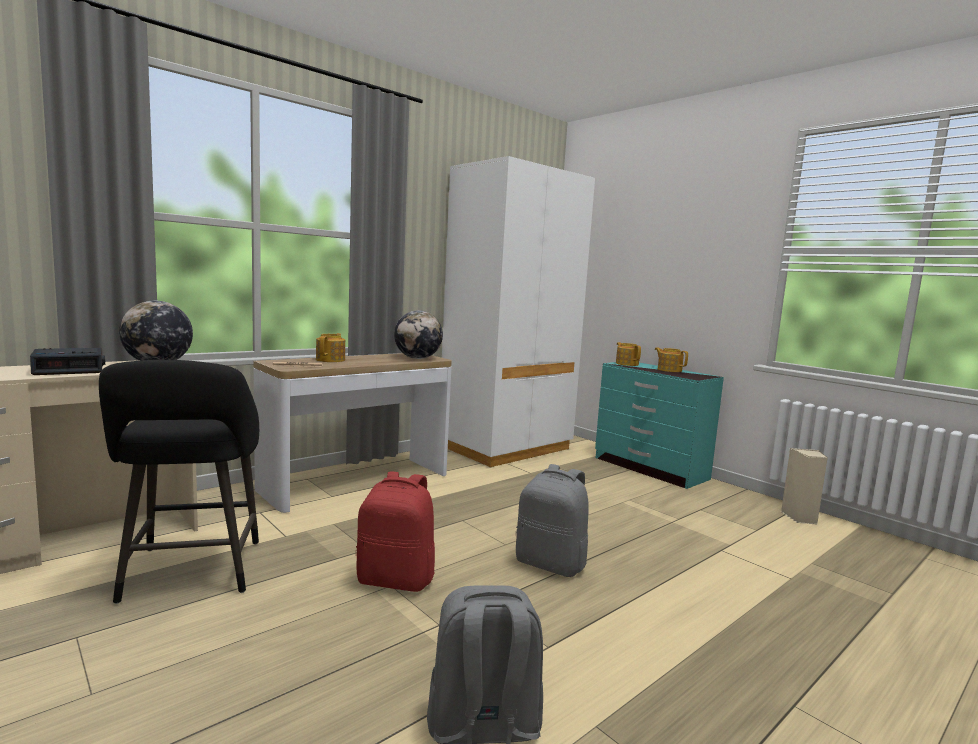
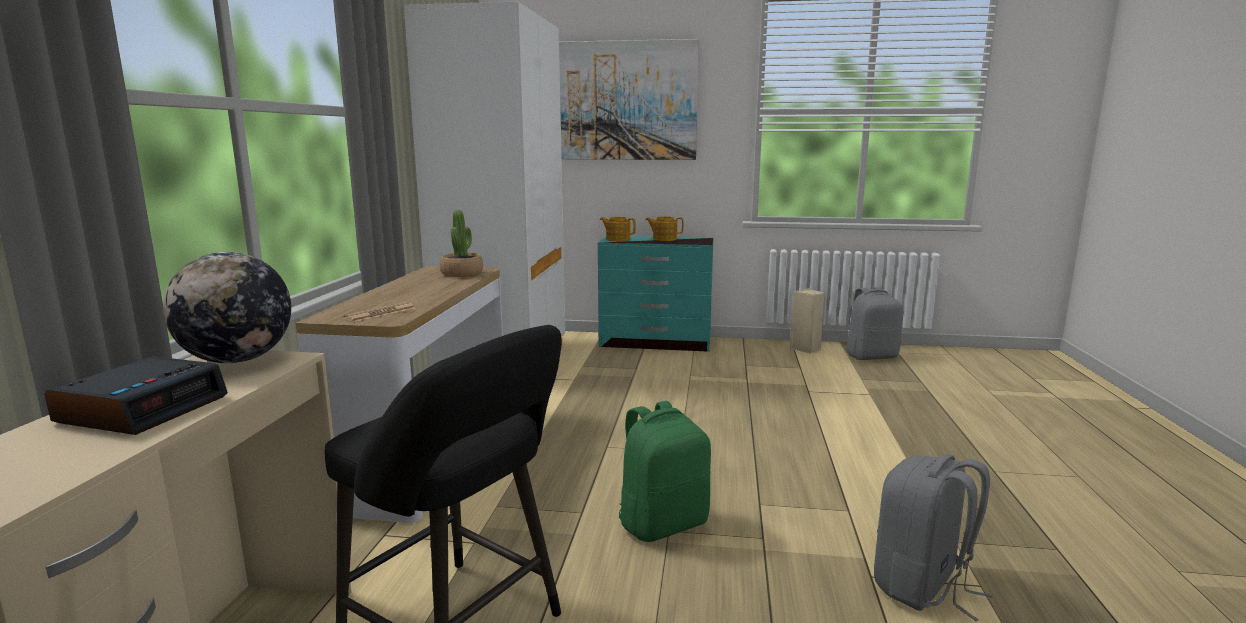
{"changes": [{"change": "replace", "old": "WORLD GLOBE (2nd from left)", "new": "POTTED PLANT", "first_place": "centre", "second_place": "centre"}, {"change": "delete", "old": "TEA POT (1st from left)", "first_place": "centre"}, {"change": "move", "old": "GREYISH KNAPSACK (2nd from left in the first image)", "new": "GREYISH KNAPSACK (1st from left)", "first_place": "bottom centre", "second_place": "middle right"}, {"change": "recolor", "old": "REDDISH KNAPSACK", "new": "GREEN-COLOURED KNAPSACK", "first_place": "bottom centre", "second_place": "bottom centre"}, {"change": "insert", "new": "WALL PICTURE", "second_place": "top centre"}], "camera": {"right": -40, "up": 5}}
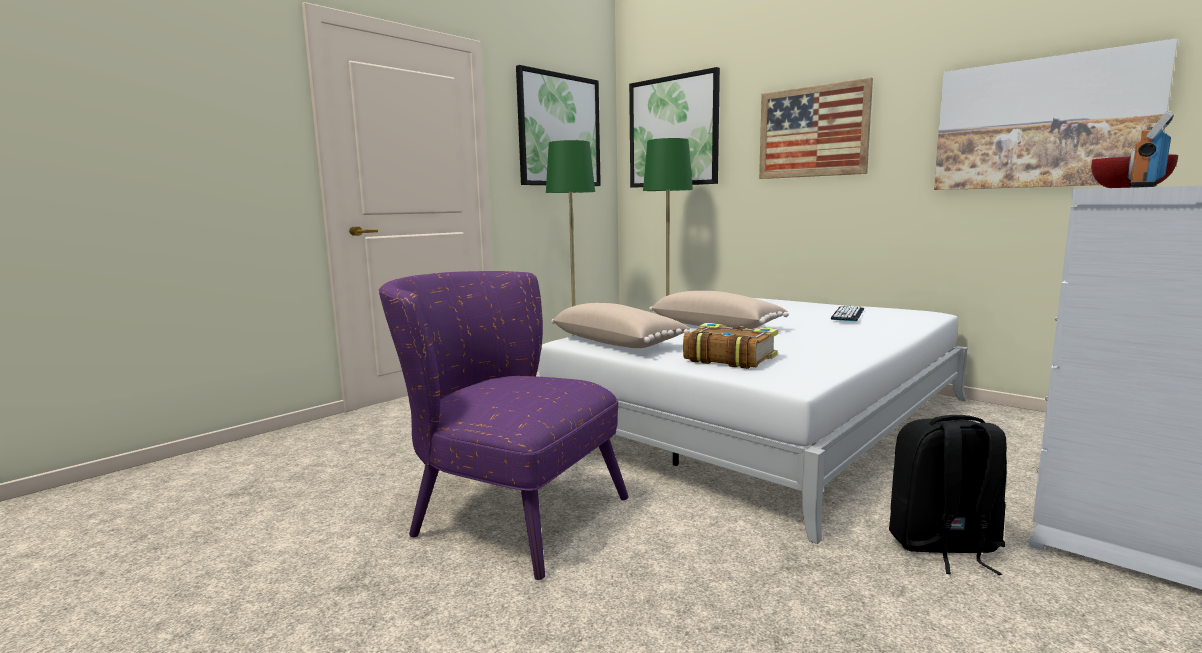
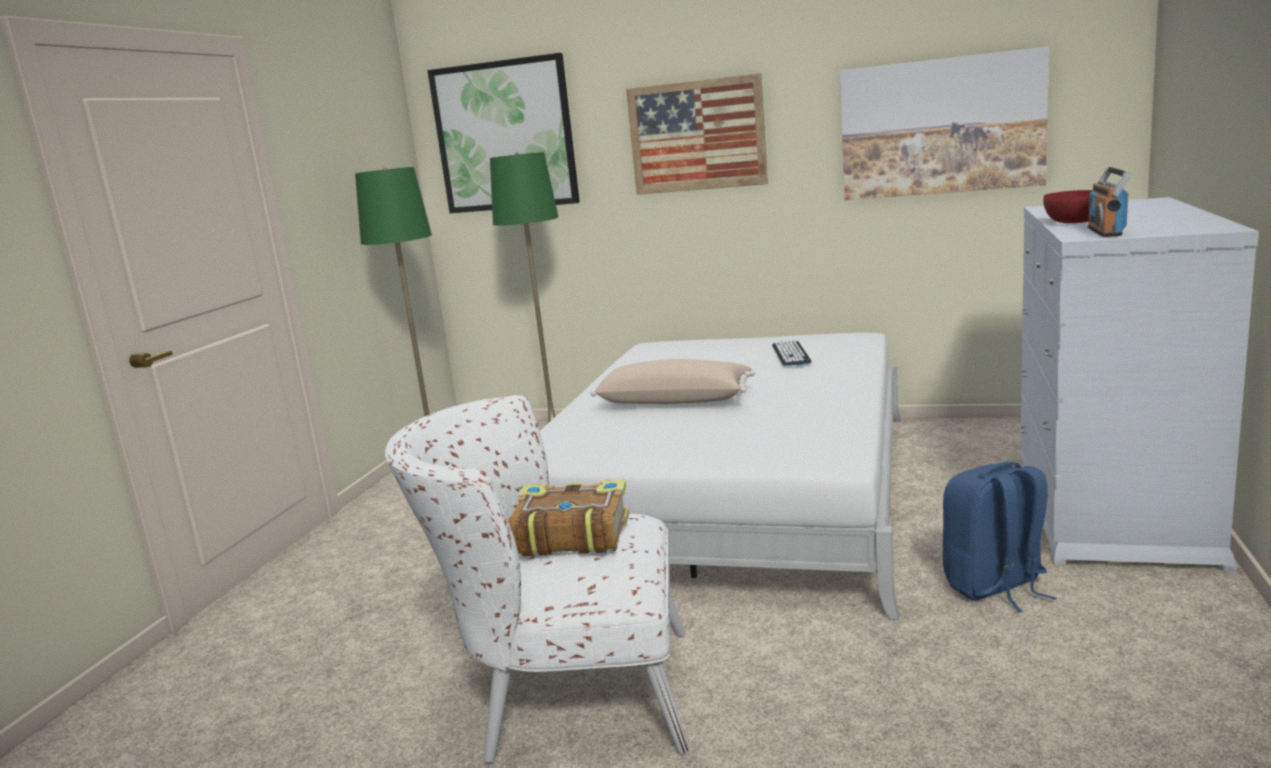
{"changes": [{"change": "delete", "old": "WALL PICTURE (1st from left)", "first_place": "top centre"}, {"change": "recolor", "old": "PURPLISH LOUNGE CHAIR", "new": "WHITE-COLOURED LOUNGE CHAIR", "first_place": "centre", "second_place": "bottom centre"}, {"change": "delete", "old": "BEIGE PILLOW (1st from left)", "first_place": "centre"}, {"change": "move", "old": "BOOK", "first_place": "centre", "second_place": "bottom centre"}, {"change": "recolor", "old": "BLACK KNAPSACK", "new": "BLUE KNAPSACK", "first_place": "bottom right", "second_place": "bottom right"}], "camera": {"right": -25, "up": 5}}
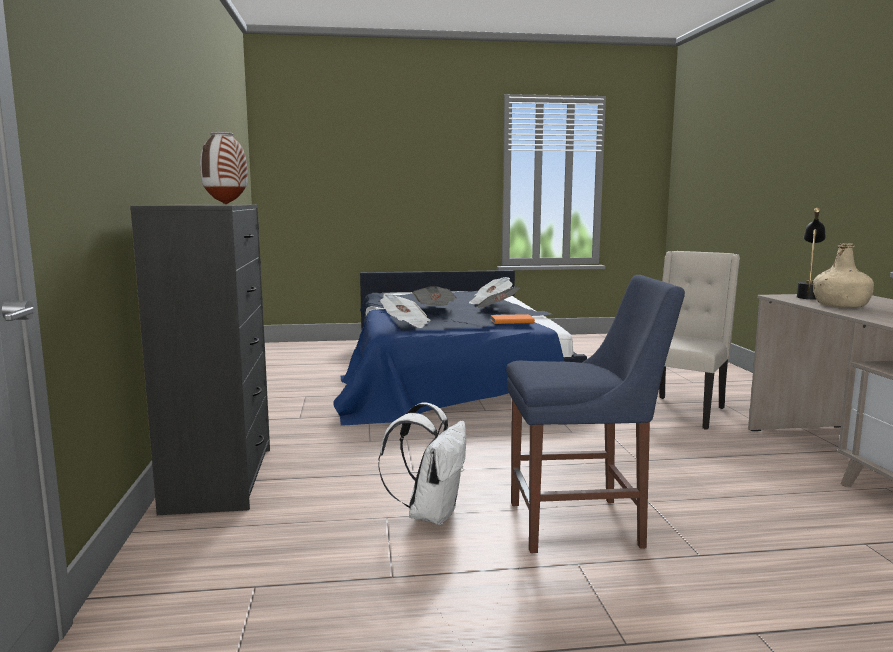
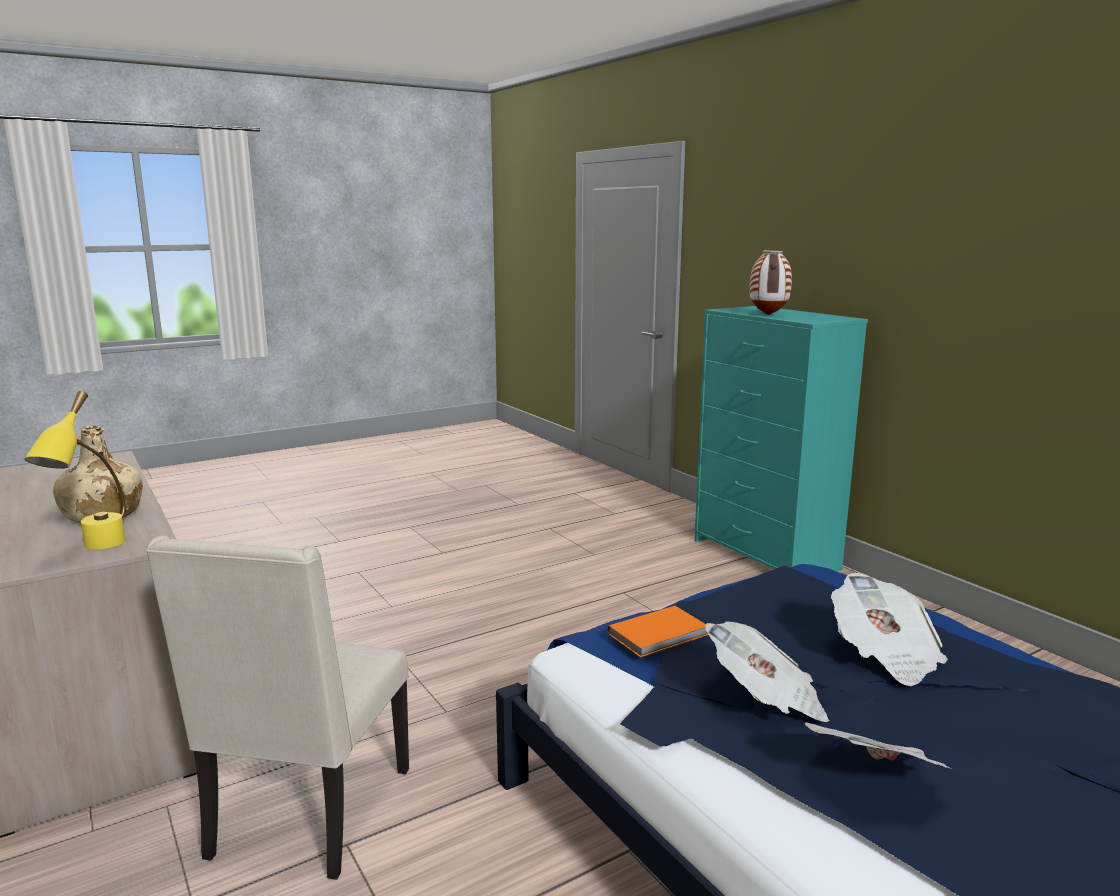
{"changes": [{"change": "recolor", "old": "BLACK DRESSER", "new": "TURQUOISE DRESSER", "first_place": "middle left", "second_place": "middle right"}, {"change": "recolor", "old": "BLACK TABLE LAMP", "new": "YELLOW-COLOURED TABLE LAMP", "first_place": "middle right", "second_place": "middle left"}, {"change": "delete", "old": "BLUE CHAIR", "first_place": "centre"}, {"change": "delete", "old": "PRINTED PAPER (1st from left)", "first_place": "centre"}, {"change": "delete", "old": "WHITE-COLOURED KNAPSACK", "first_place": "bottom centre"}], "camera": {"right": 155, "up": 5}}
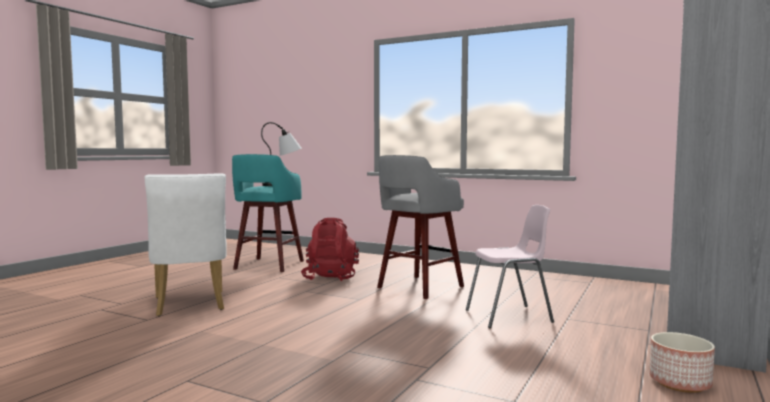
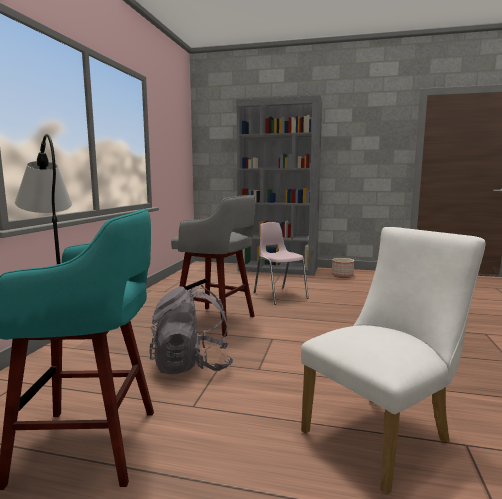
{"changes": [{"change": "recolor", "old": "REDDISH KNAPSACK", "new": "GREYISH KNAPSACK", "first_place": "centre", "second_place": "centre"}], "camera": {"right": -105, "up": 5}}
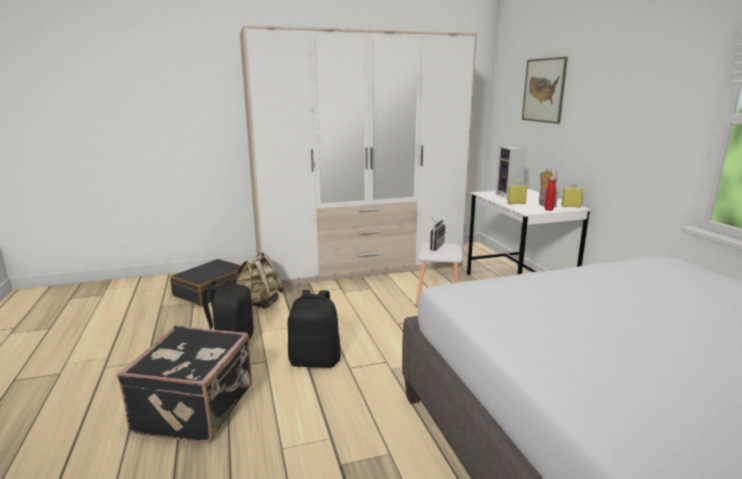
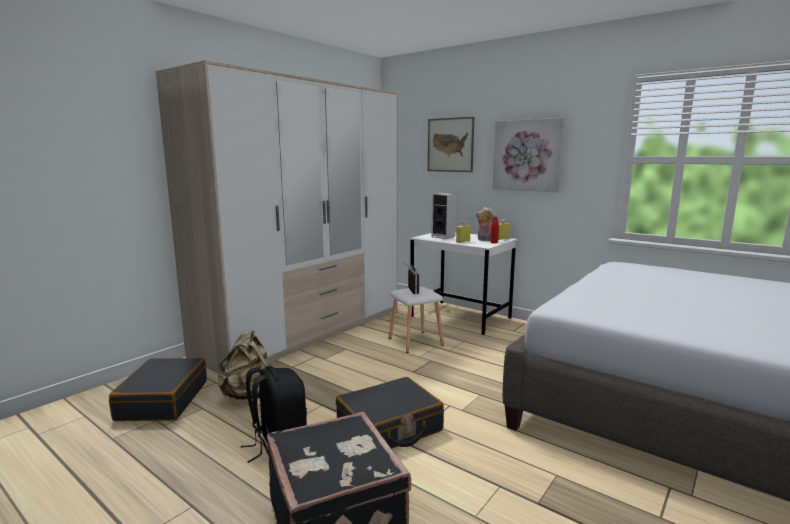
{"changes": [{"change": "replace", "old": "BLACK KNAPSACK (2nd from left)", "new": "BLACK SUITCASE (3rd from left)", "first_place": "bottom centre", "second_place": "bottom centre"}, {"change": "insert", "new": "WALL PICTURE (2nd from left)", "second_place": "top right"}], "camera": {"right": -35, "up": -5}}
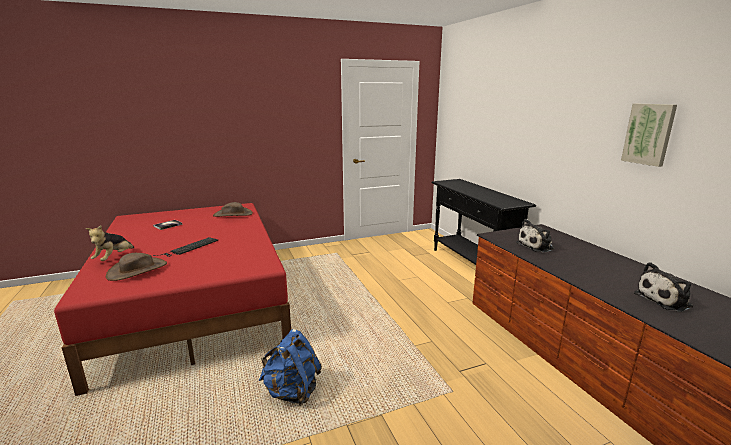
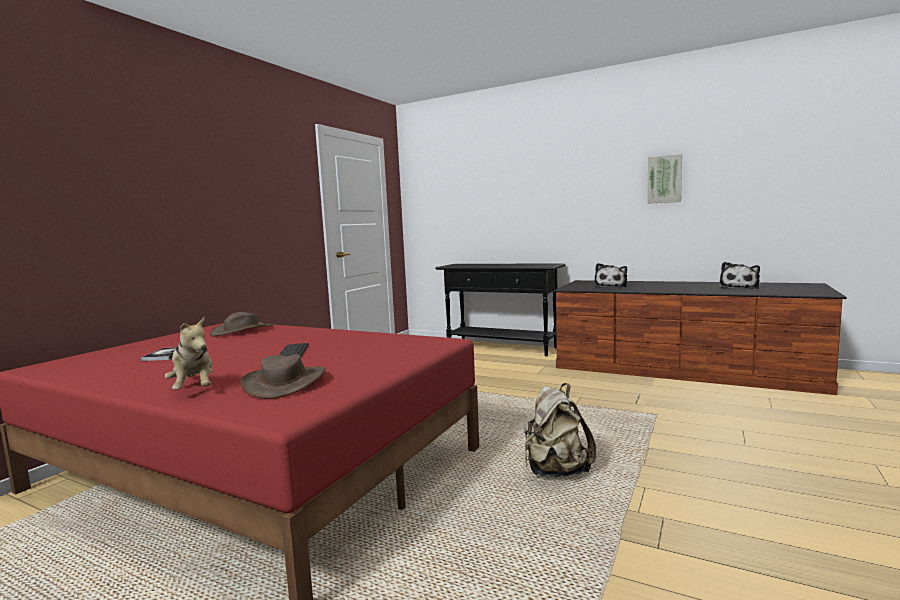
{"changes": [{"change": "recolor", "old": "BLUE KNAPSACK", "new": "BEIGE KNAPSACK", "first_place": "bottom centre", "second_place": "bottom centre"}], "camera": {"right": -40, "up": -10}}
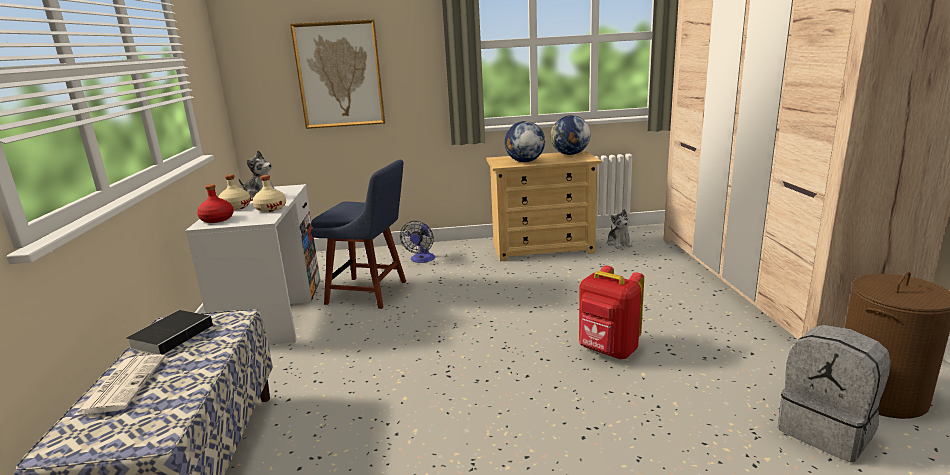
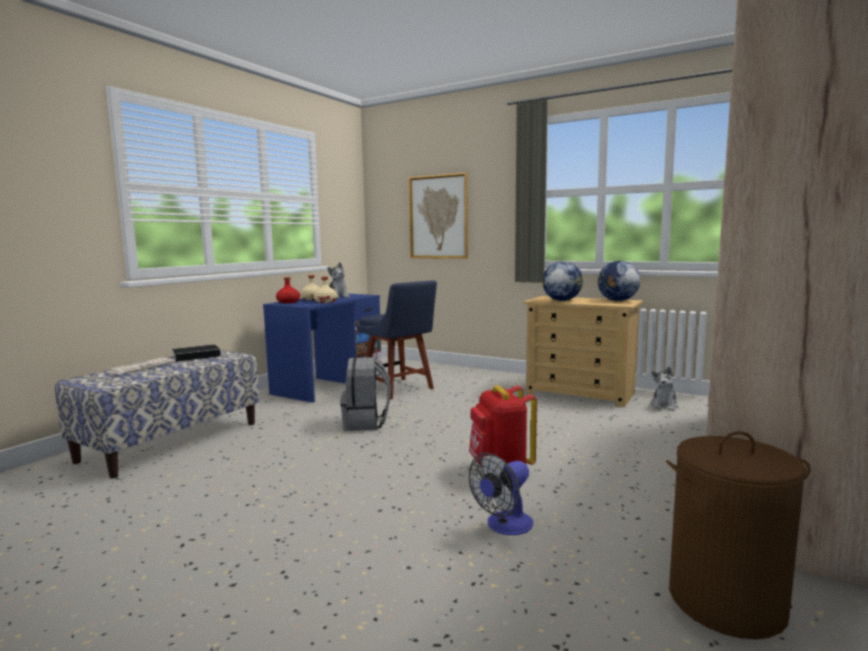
{"changes": [{"change": "recolor", "old": "WHITE-COLOURED DESK", "new": "BLUE DESK", "first_place": "middle left", "second_place": "centre"}, {"change": "move", "old": "ELECTRIC FAN", "first_place": "centre", "second_place": "bottom centre"}, {"change": "move", "old": "GREYISH KNAPSACK", "first_place": "bottom right", "second_place": "centre"}], "camera": {"right": 35, "up": -10}}
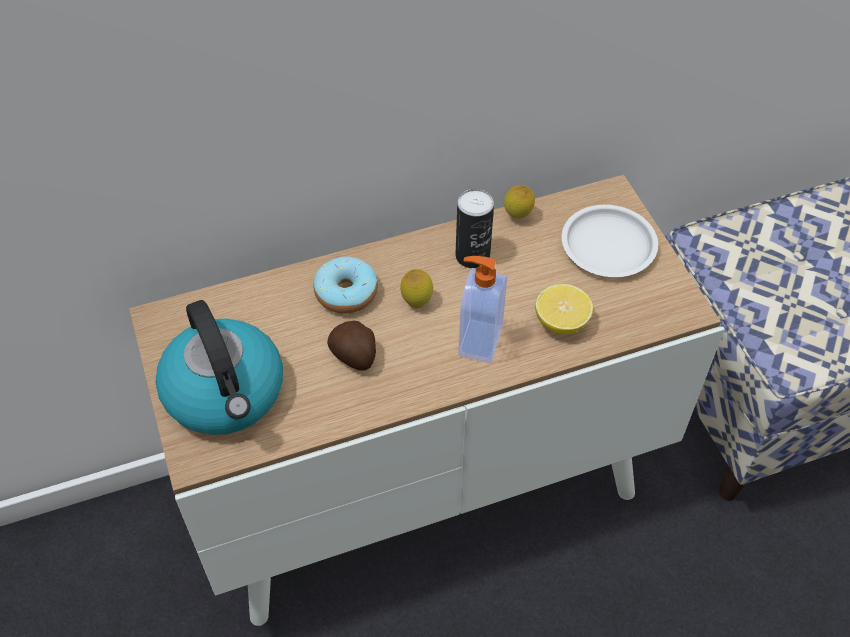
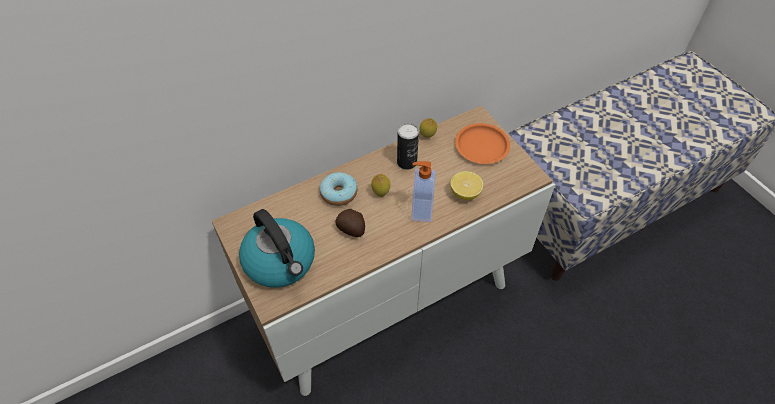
{"changes": [{"change": "recolor", "old": "WHITE-COLOURED FLAT DISH", "new": "ORANGE-COLOURED FLAT DISH", "first_place": "middle right", "second_place": "centre"}], "camera": {"right": -10, "up": 0}}
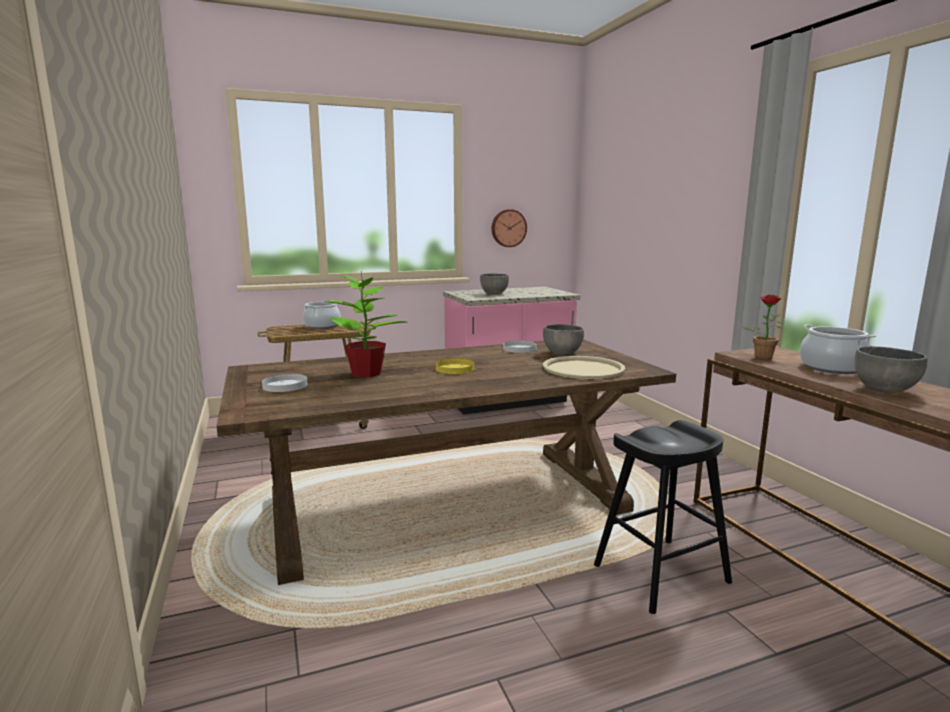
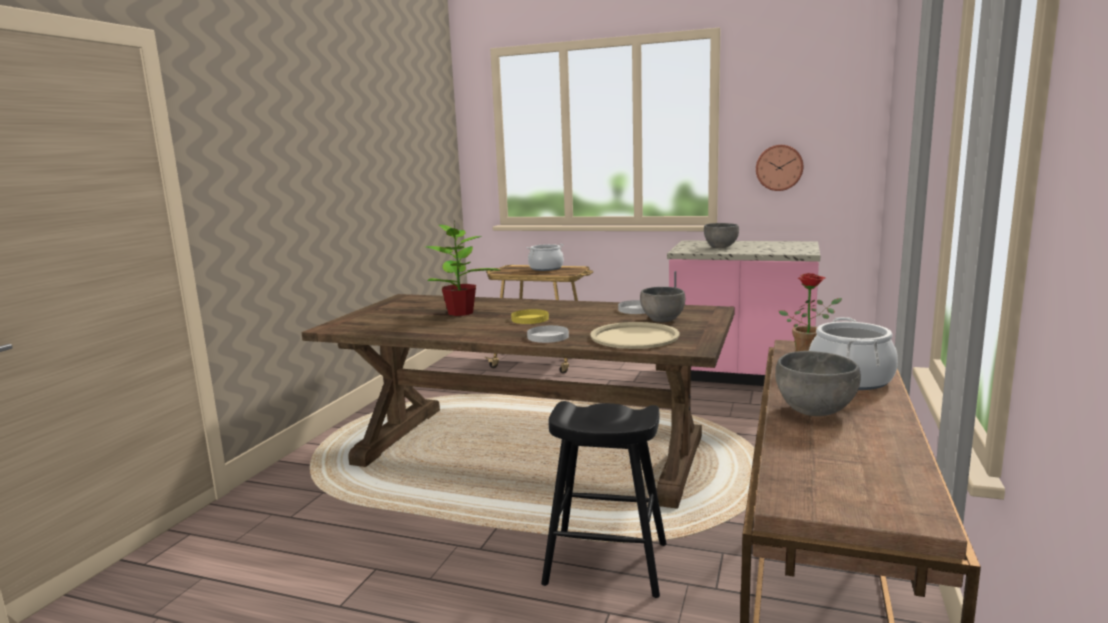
{"changes": [{"change": "move", "old": "WHITE-COLOURED FLAT DISH (1st from left)", "first_place": "middle left", "second_place": "centre"}], "camera": {"right": 40, "up": 0}}
